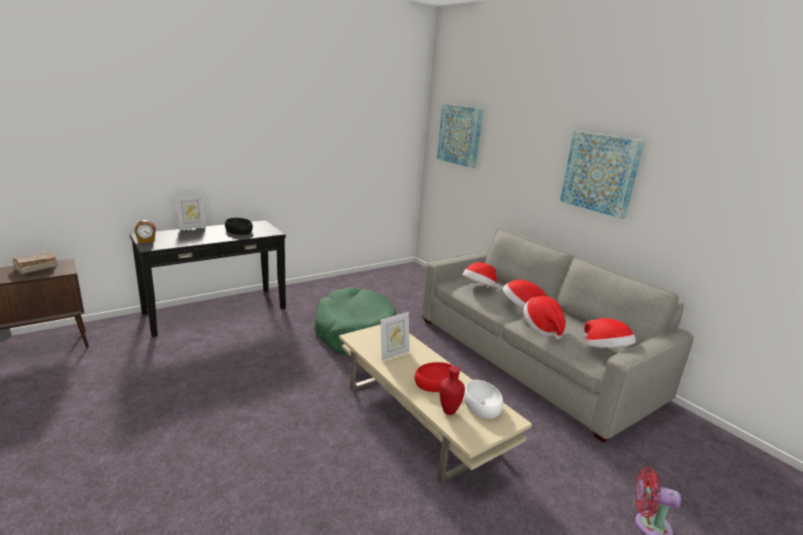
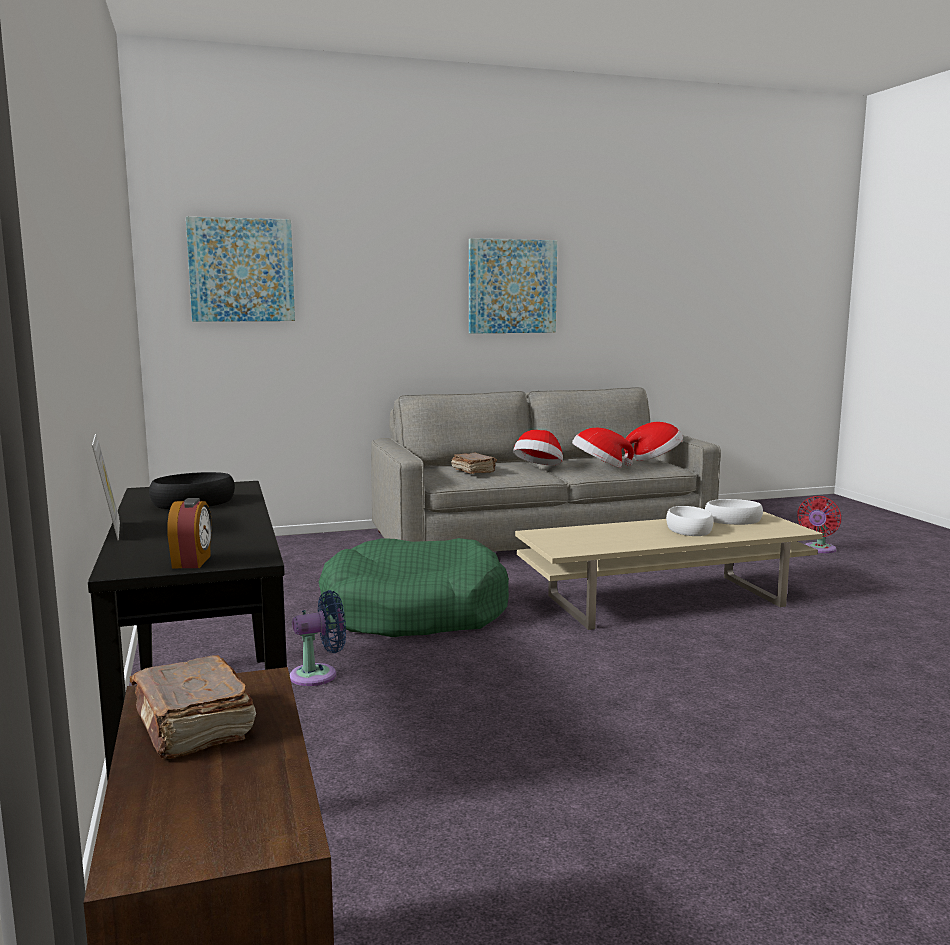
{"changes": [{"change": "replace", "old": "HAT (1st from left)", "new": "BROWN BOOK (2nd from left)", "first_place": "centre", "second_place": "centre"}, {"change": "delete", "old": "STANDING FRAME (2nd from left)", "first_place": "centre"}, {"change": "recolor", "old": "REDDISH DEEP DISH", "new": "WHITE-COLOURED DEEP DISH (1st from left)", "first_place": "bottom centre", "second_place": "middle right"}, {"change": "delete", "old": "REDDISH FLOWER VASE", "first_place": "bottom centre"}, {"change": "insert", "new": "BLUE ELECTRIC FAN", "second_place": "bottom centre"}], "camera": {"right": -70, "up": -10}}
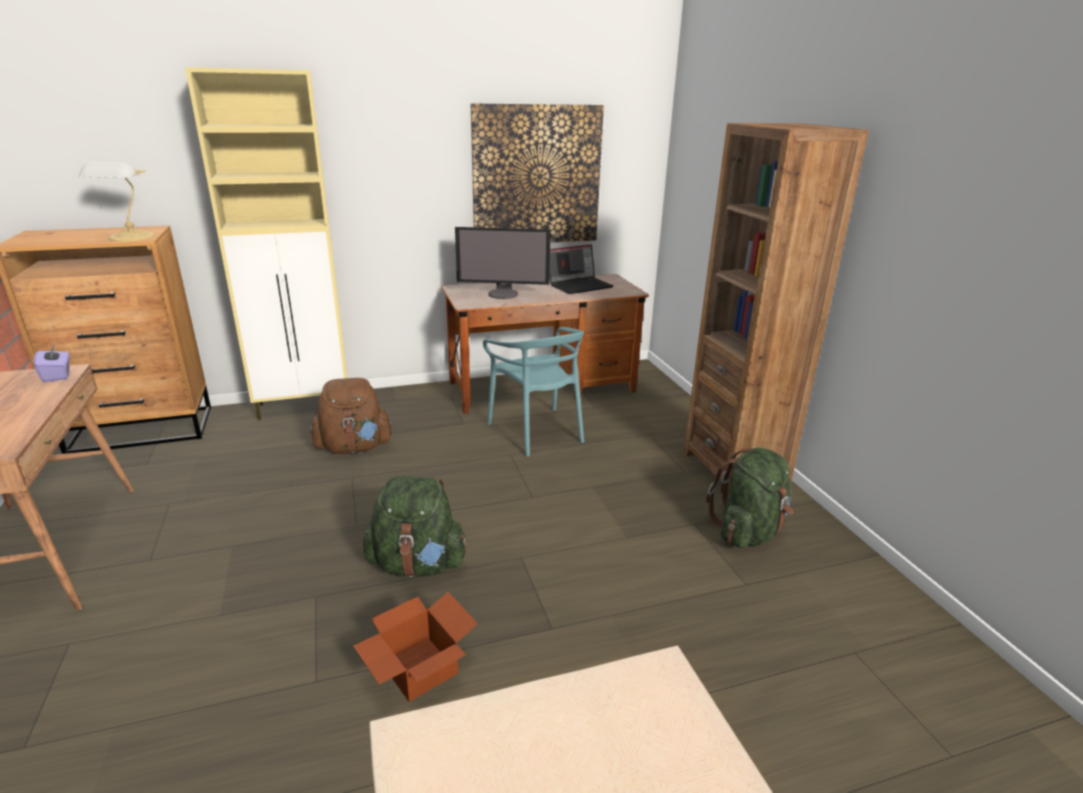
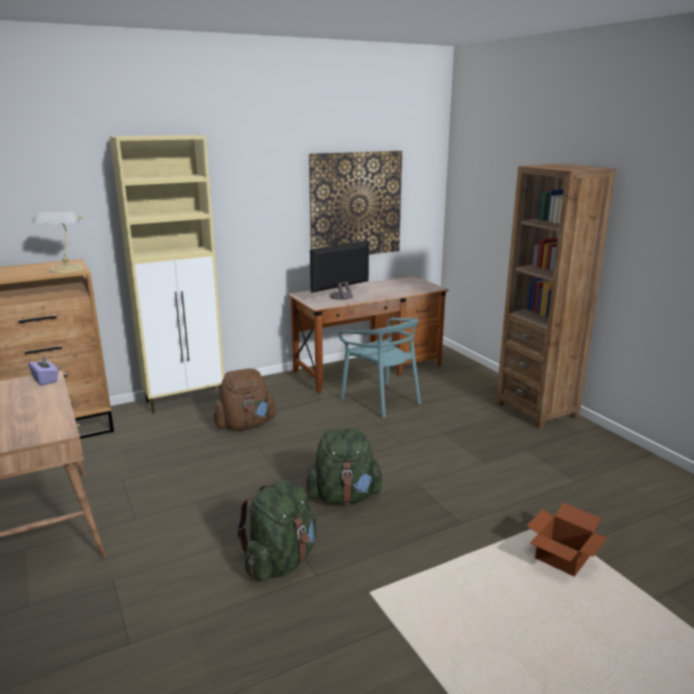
{"changes": [{"change": "rotate", "old": "COMPUTER DISPLAY", "first_place": "top centre", "second_place": "centre", "degrees": 150}, {"change": "delete", "old": "PORTABLE COMPUTER", "first_place": "centre"}, {"change": "move", "old": "GREEN-COLOURED KNAPSACK (2nd from left in the first image)", "new": "GREEN-COLOURED KNAPSACK (1st from left)", "first_place": "middle right", "second_place": "bottom centre"}, {"change": "move", "old": "PACKING BOX", "first_place": "bottom centre", "second_place": "bottom right"}], "camera": {"right": -10, "up": -5}}
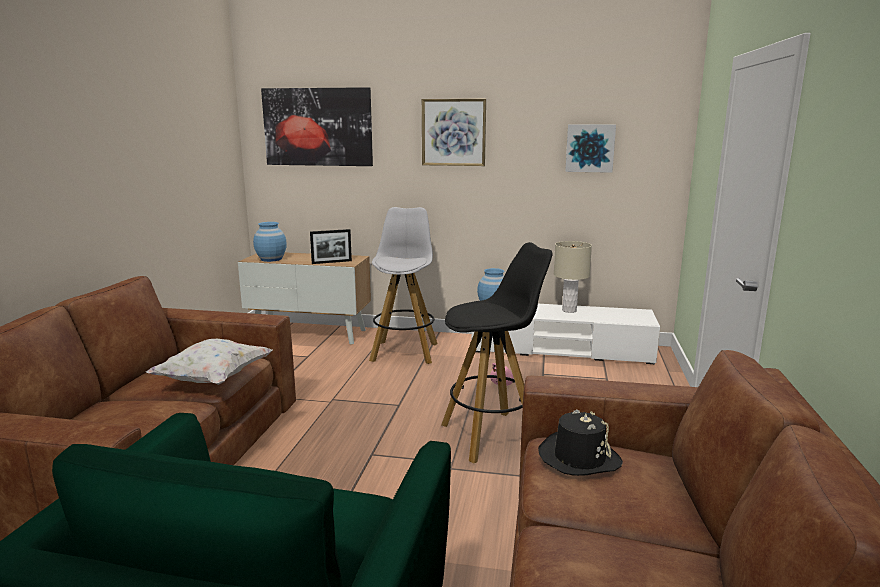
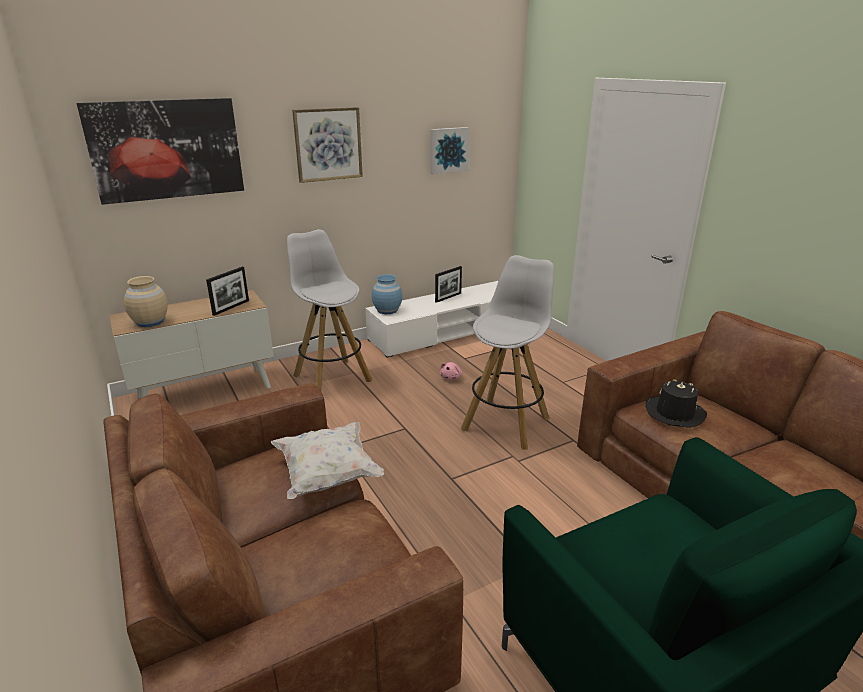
{"changes": [{"change": "recolor", "old": "BLUE FLOWER VASE (1st from left)", "new": "BEIGE FLOWER VASE", "first_place": "middle left", "second_place": "middle left"}, {"change": "replace", "old": "BEIGE TABLE LAMP", "new": "STANDING FRAME (2nd from left)", "first_place": "centre", "second_place": "centre"}, {"change": "recolor", "old": "BLACK STOOL SEAT", "new": "WHITE-COLOURED STOOL SEAT (2nd from left)", "first_place": "centre", "second_place": "centre"}], "camera": {"right": -40, "up": 10}}
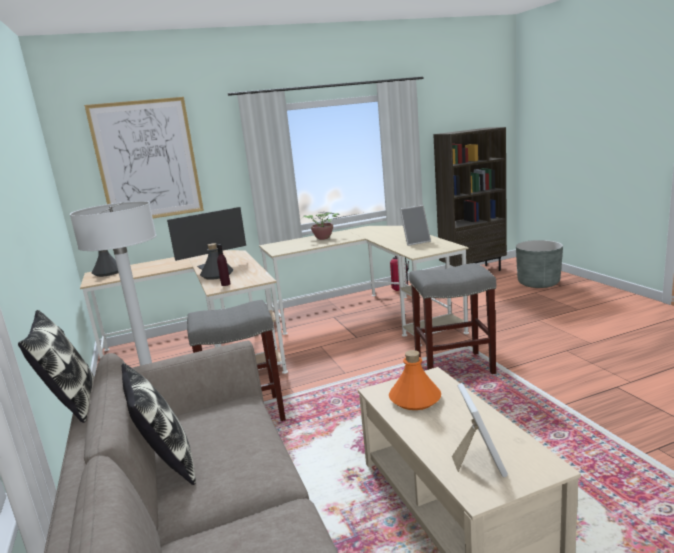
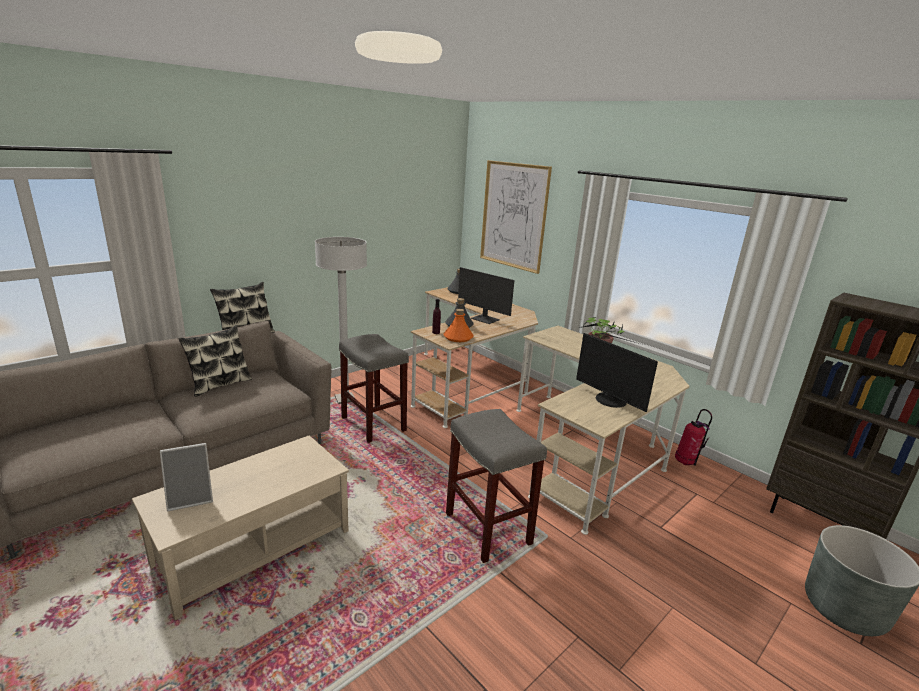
{"changes": [{"change": "replace", "old": "STANDING FRAME (1st from left)", "new": "COMPUTER DISPLAY (2nd from left)", "first_place": "centre", "second_place": "middle right"}, {"change": "move", "old": "ORANGE-COLOURED BEVERAGE BOTTLE", "first_place": "bottom centre", "second_place": "centre"}], "camera": {"right": 65, "up": 5}}
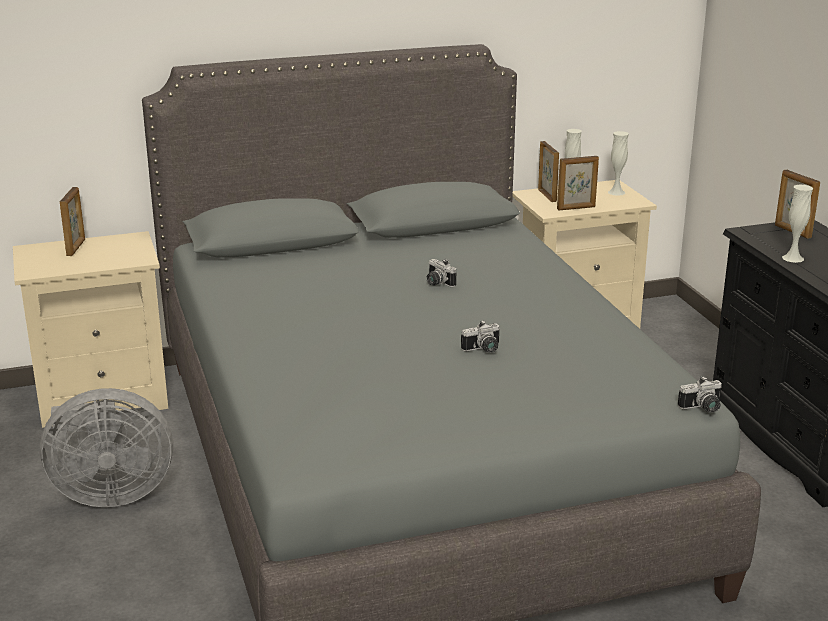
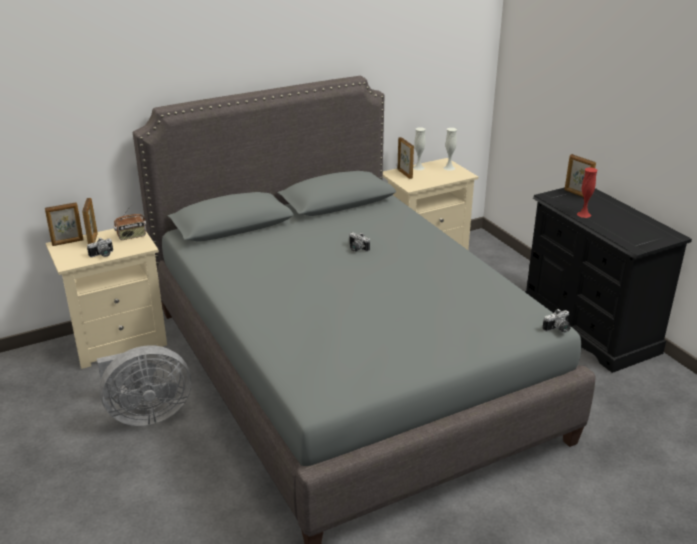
{"changes": [{"change": "move", "old": "STANDING FRAME (3rd from left in the first image)", "new": "STANDING FRAME (1st from left)", "first_place": "top right", "second_place": "middle left"}, {"change": "recolor", "old": "WHITE-COLOURED FLOWER VASE (3rd from left)", "new": "REDDISH FLOWER VASE", "first_place": "middle right", "second_place": "middle right"}, {"change": "move", "old": "PHOTO CAMERA (2nd from left in the first image)", "new": "PHOTO CAMERA (1st from left)", "first_place": "centre", "second_place": "middle left"}, {"change": "insert", "new": "RADIO", "second_place": "middle left"}], "camera": {"right": -10, "up": 5}}
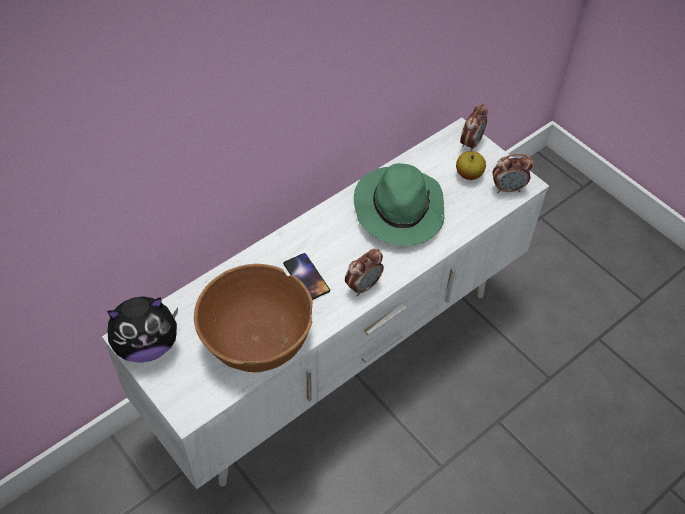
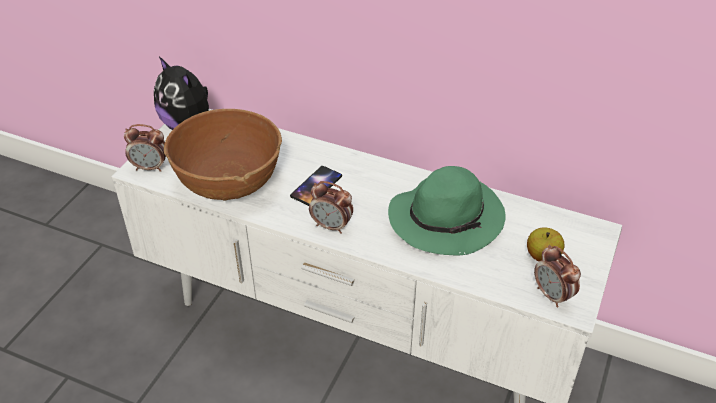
{"changes": [{"change": "move", "old": "TABLE CLOCK (2nd from left in the first image)", "new": "TABLE CLOCK (1st from left)", "first_place": "top right", "second_place": "middle left"}], "camera": {"right": 65, "up": -10}}
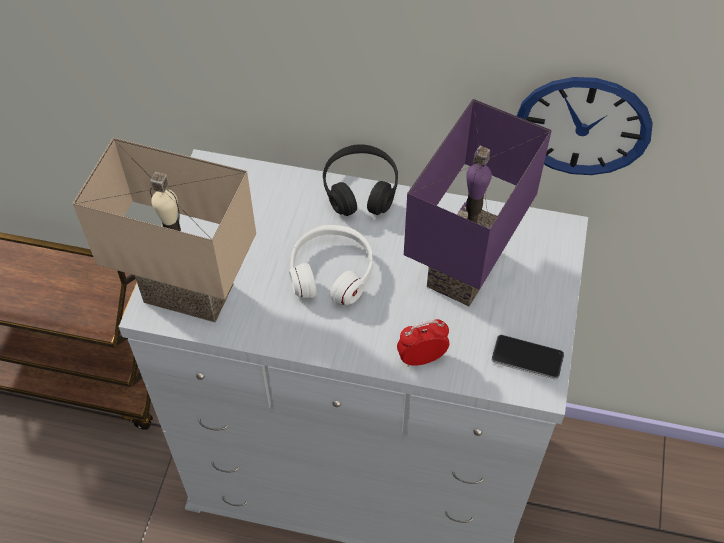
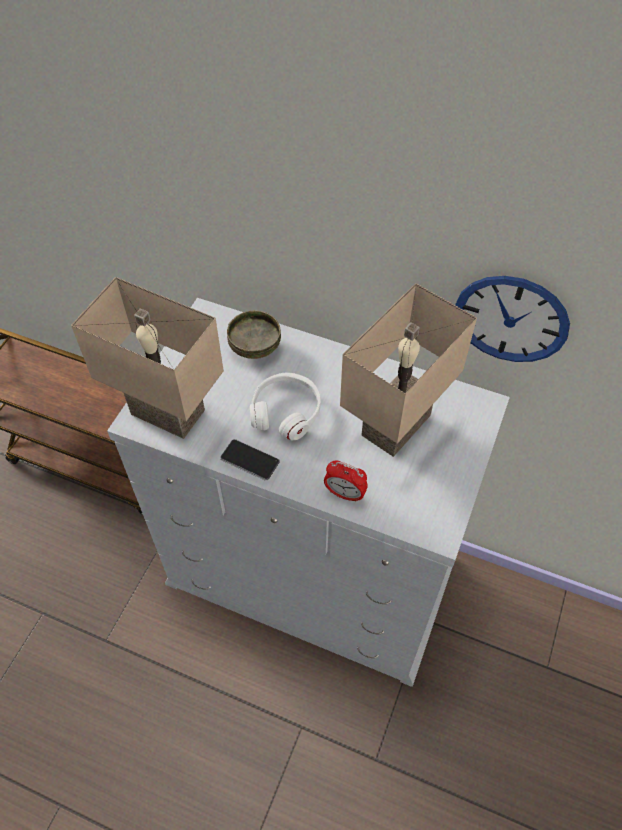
{"changes": [{"change": "recolor", "old": "PURPLISH TABLE LAMP", "new": "BEIGE TABLE LAMP (2nd from left)", "first_place": "centre", "second_place": "centre"}, {"change": "delete", "old": "BLACK HEADPHONES", "first_place": "top centre"}, {"change": "rotate", "old": "TABLE CLOCK", "first_place": "centre", "second_place": "centre", "degrees": -150}, {"change": "move", "old": "PHONE", "first_place": "middle right", "second_place": "centre"}, {"change": "insert", "new": "DEEP DISH", "second_place": "centre"}], "camera": {"right": 10, "up": 0}}
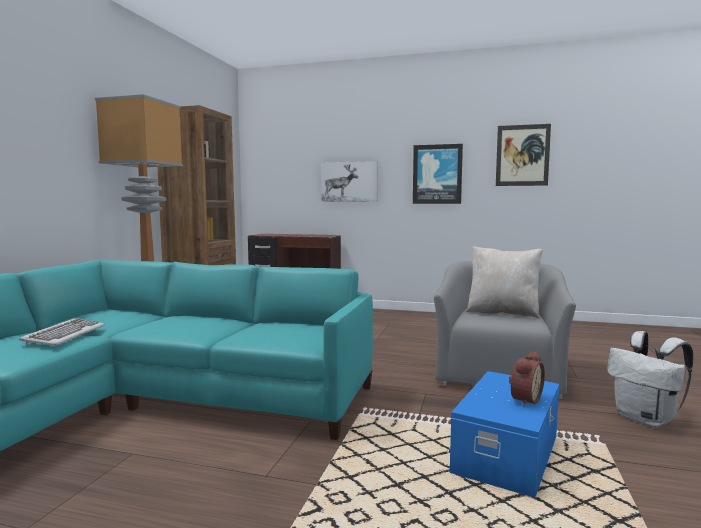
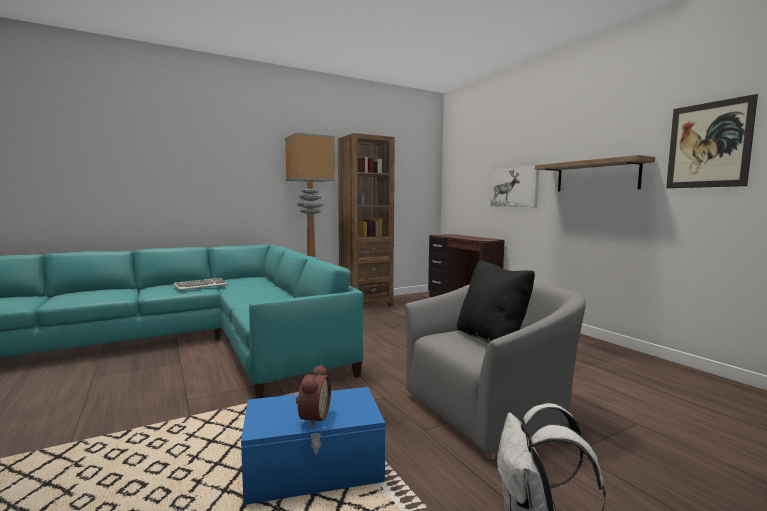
{"changes": [{"change": "replace", "old": "WALL PICTURE (2nd from left)", "new": "BRACKET SHELF", "first_place": "top centre", "second_place": "middle right"}, {"change": "recolor", "old": "BEIGE PILLOW", "new": "BLACK PILLOW", "first_place": "middle right", "second_place": "centre"}, {"change": "rotate", "old": "TABLE CLOCK", "first_place": "bottom right", "second_place": "bottom centre", "degrees": -75}], "camera": {"right": 45, "up": 0}}
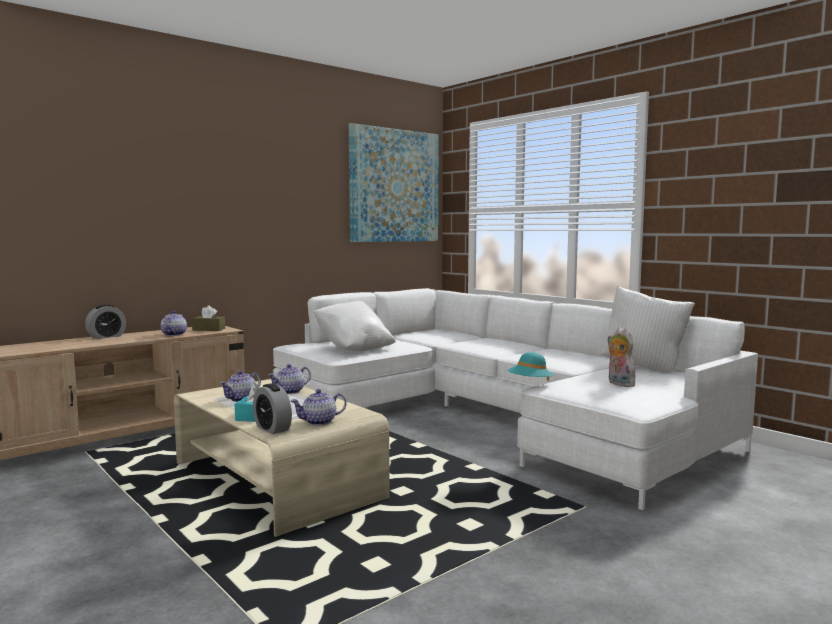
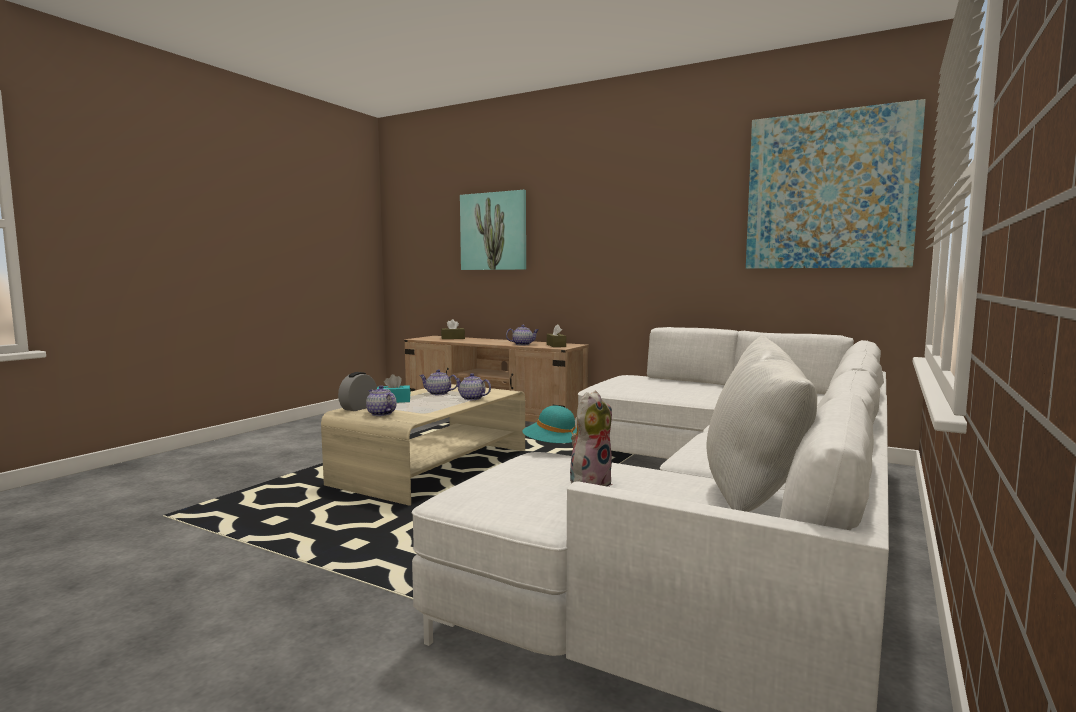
{"changes": [{"change": "delete", "old": "WHITE-COLOURED PILLOW (1st from left)", "first_place": "centre"}, {"change": "delete", "old": "TABLE CLOCK (1st from left)", "first_place": "middle left"}, {"change": "insert", "new": "WALL PICTURE (1st from left)", "second_place": "top centre"}, {"change": "insert", "new": "BROWN TISSUE BOX (1st from left)", "second_place": "centre"}], "camera": {"right": 70, "up": 0}}
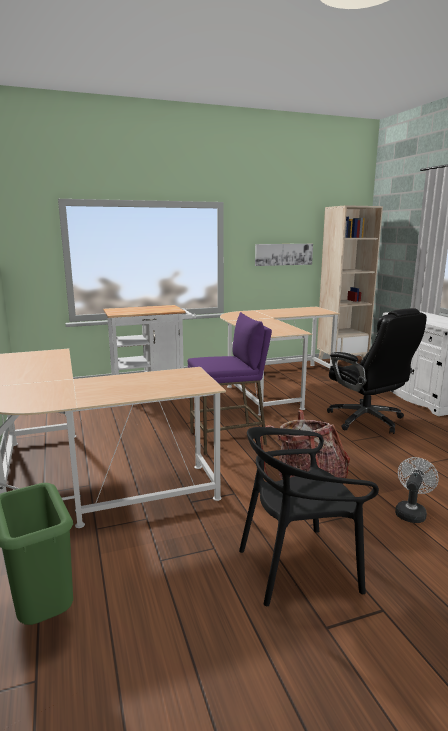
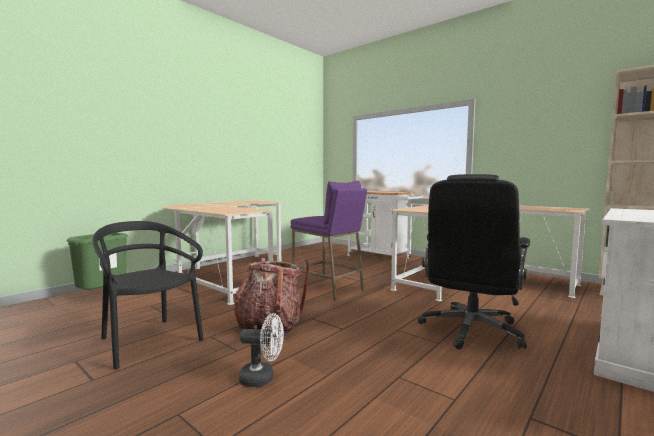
{"changes": [{"change": "delete", "old": "WALL PICTURE", "first_place": "centre"}], "camera": {"right": 60, "up": -10}}
